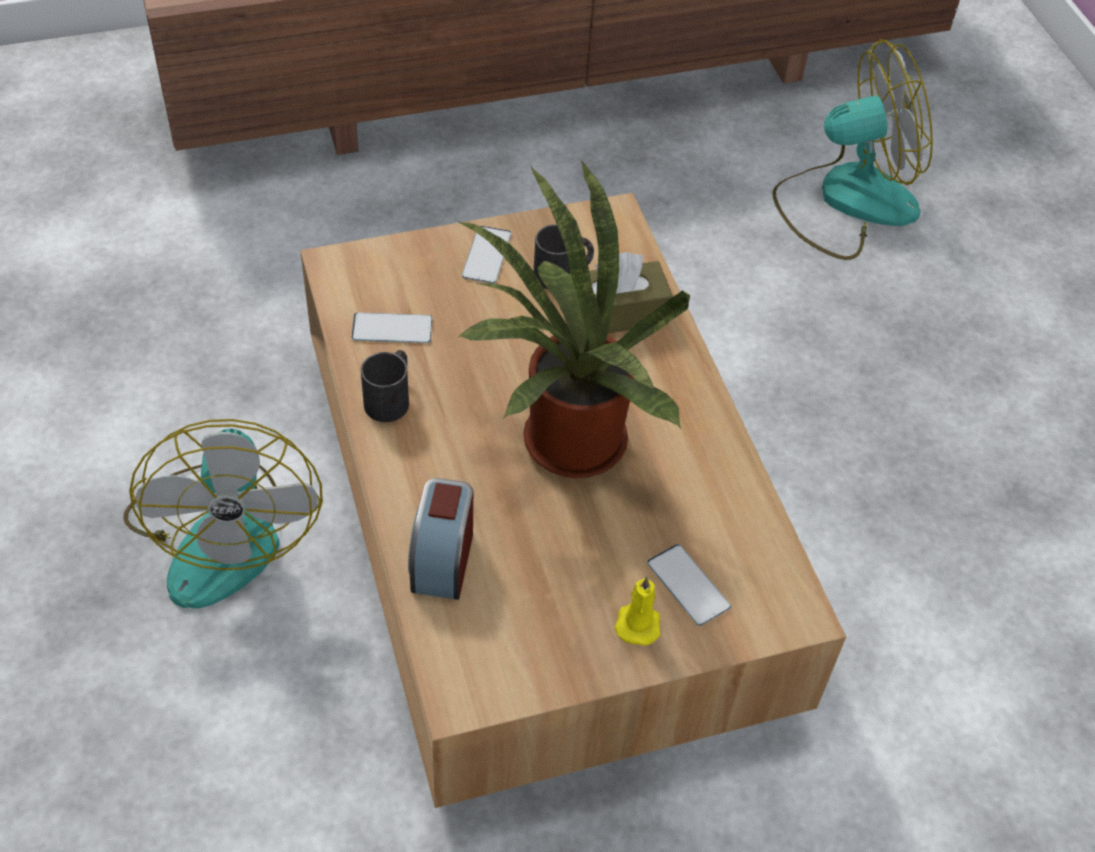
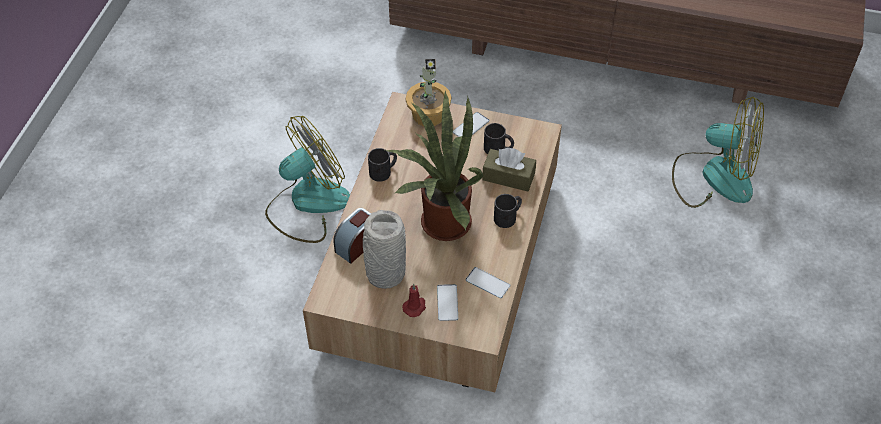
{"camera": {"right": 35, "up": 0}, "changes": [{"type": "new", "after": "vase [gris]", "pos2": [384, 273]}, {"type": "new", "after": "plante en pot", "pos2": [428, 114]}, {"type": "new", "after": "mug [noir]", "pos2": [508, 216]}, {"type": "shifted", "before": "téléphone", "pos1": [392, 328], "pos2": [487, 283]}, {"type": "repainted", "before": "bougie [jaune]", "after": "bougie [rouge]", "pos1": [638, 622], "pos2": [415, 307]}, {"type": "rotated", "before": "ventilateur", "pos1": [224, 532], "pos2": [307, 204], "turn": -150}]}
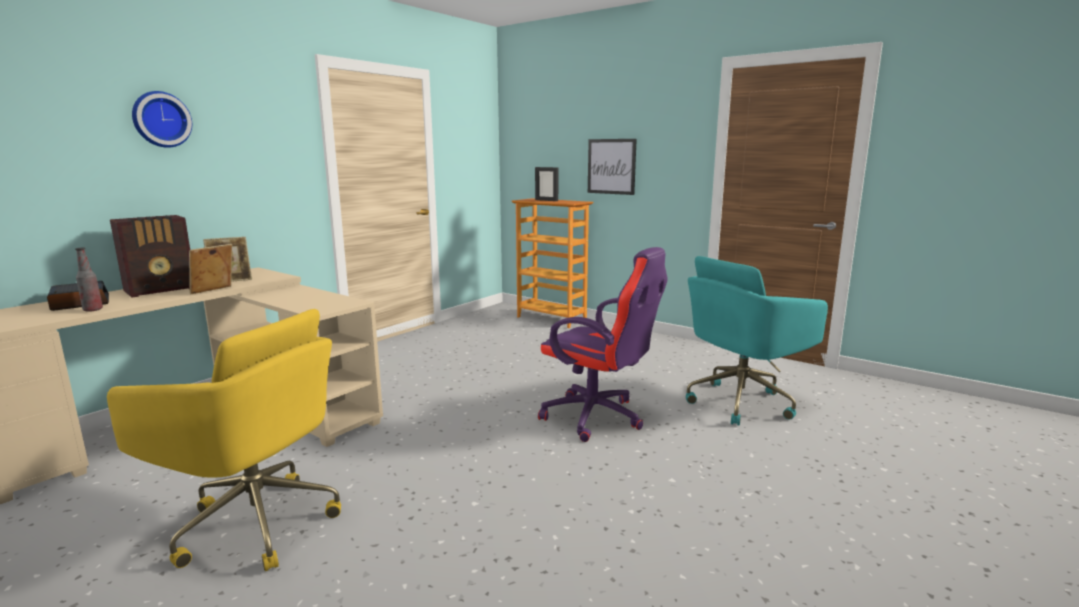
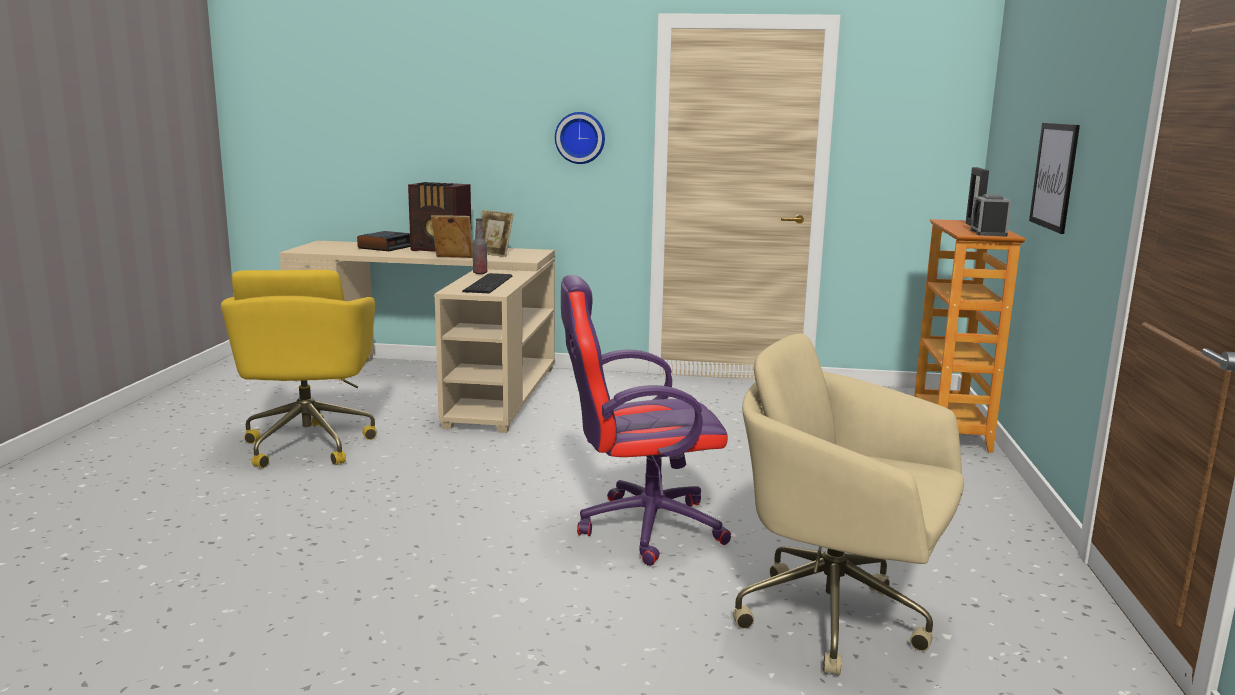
{"camera": {"right": 60, "up": 0}, "changes": [{"type": "new", "after": "clavier", "pos2": [490, 283]}, {"type": "new", "after": "réveil", "pos2": [988, 233]}, {"type": "shifted", "before": "bouteille", "pos1": [93, 310], "pos2": [480, 273]}, {"type": "shifted", "before": "horloge murale", "pos1": [161, 119], "pos2": [580, 138]}, {"type": "repainted", "before": "chaise de bureau [turquoise]", "after": "chaise de bureau [beige]", "pos1": [743, 402], "pos2": [839, 623]}, {"type": "rotated", "before": "chaise de bureau [violet]", "pos1": [599, 419], "pos2": [639, 528], "turn": 75}]}
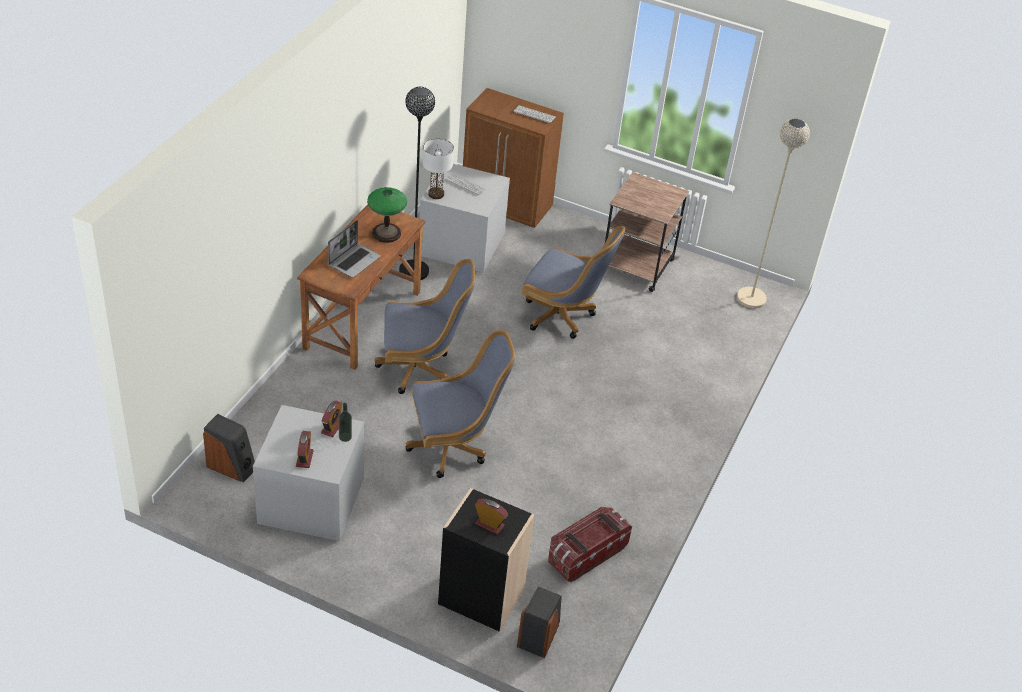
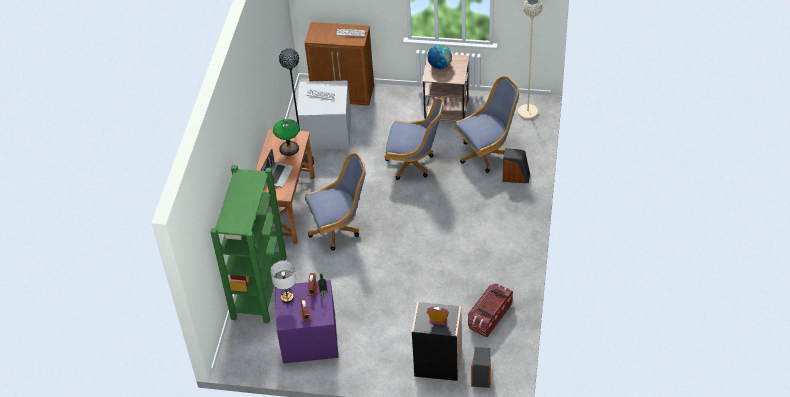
{"camera": {"right": -10, "up": 5}, "changes": [{"type": "new", "after": "bibliothèque [vert]", "pos2": [259, 287]}, {"type": "new", "after": "globe", "pos2": [439, 65]}, {"type": "shifted", "before": "enceinte", "pos1": [231, 466], "pos2": [516, 177]}, {"type": "shifted", "before": "chaise de bureau [bleu]", "pos1": [454, 447], "pos2": [486, 153]}, {"type": "shifted", "before": "lampe de table", "pos1": [436, 194], "pos2": [287, 298]}, {"type": "repainted", "before": "boîte de rangement [gris]", "after": "boîte de rangement [violet]", "pos1": [310, 499], "pos2": [308, 337]}]}
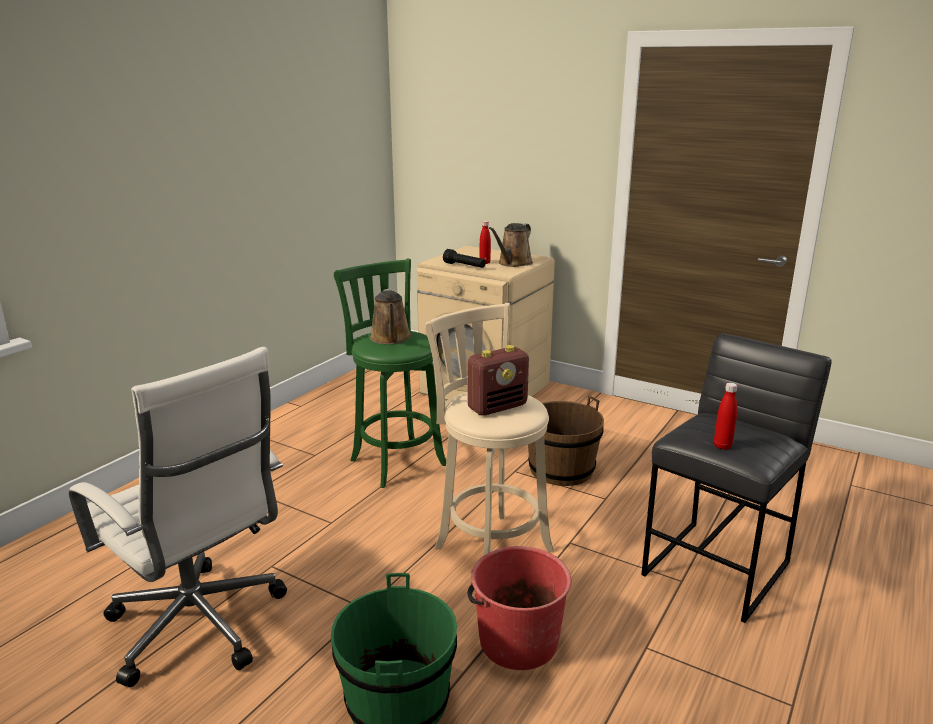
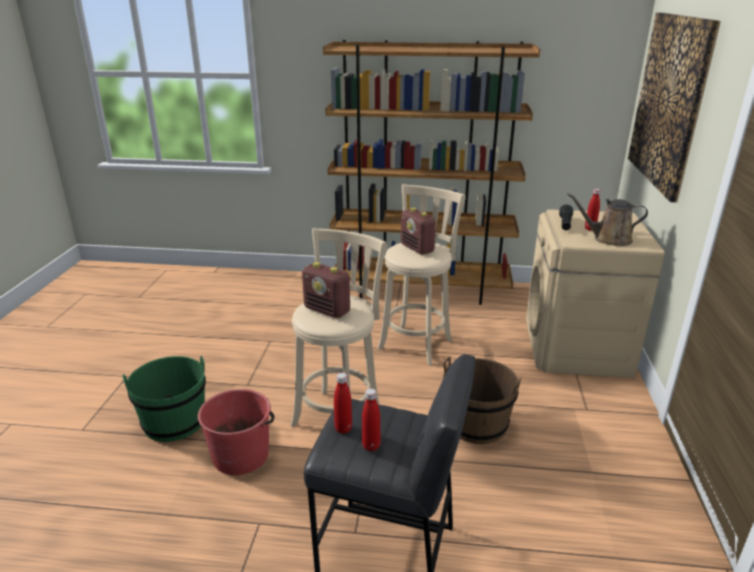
{"camera": {"right": 65, "up": 5}, "changes": [{"type": "gone", "before": "chaise de bureau [blanc]", "pos1": [201, 628]}, {"type": "new", "after": "bibliothèque [marron]", "pos2": [421, 290]}, {"type": "new", "after": "bouteille [rouge]", "pos2": [371, 446]}, {"type": "new", "after": "tableau", "pos2": [669, 102]}, {"type": "swapped", "before": "arrosoir [marron]", "after": "radio", "pos1": [391, 339], "pos2": [417, 249]}, {"type": "repainted", "before": "tabouret [vert]", "after": "tabouret [beige]", "pos1": [396, 460], "pos2": [417, 343]}]}
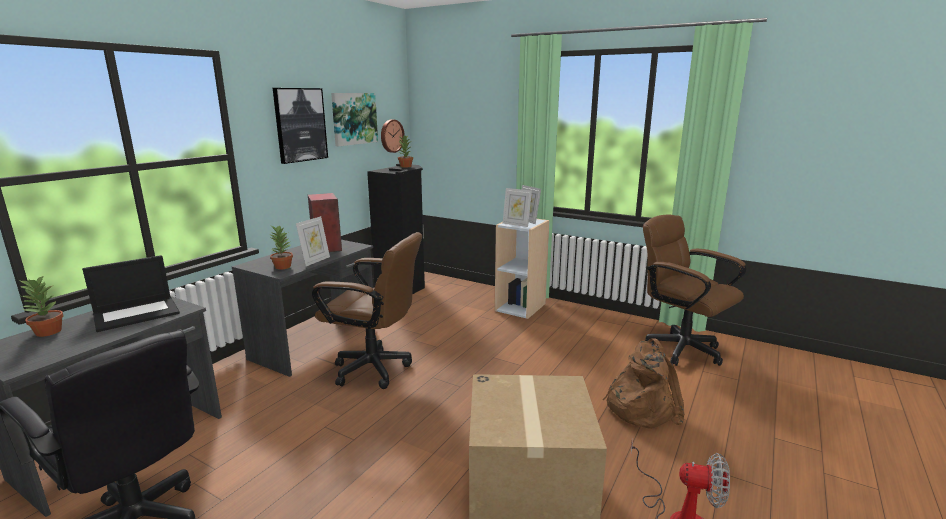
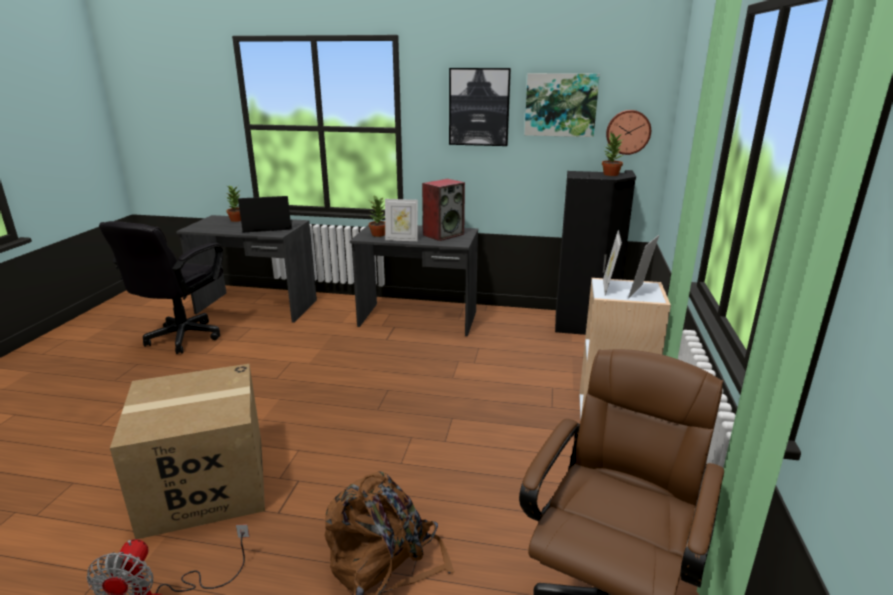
{"camera": {"right": 70, "up": 5}, "changes": [{"type": "gone", "before": "chaise de bureau [marron]", "pos1": [376, 370]}, {"type": "rotated", "before": "ordinateur portable", "pos1": [137, 313], "pos2": [267, 227], "turn": 135}]}
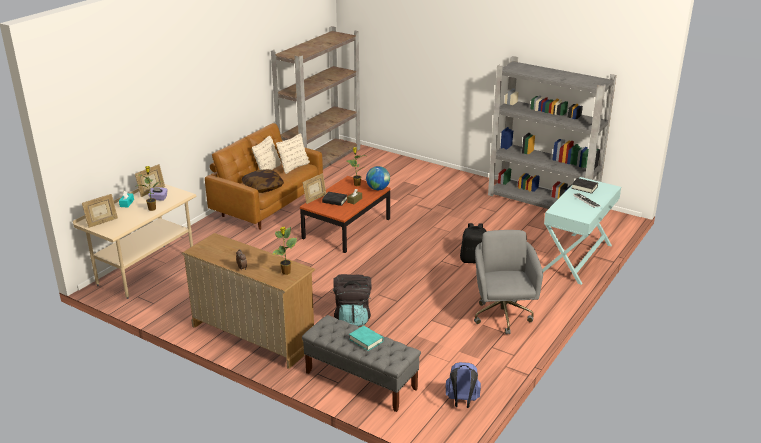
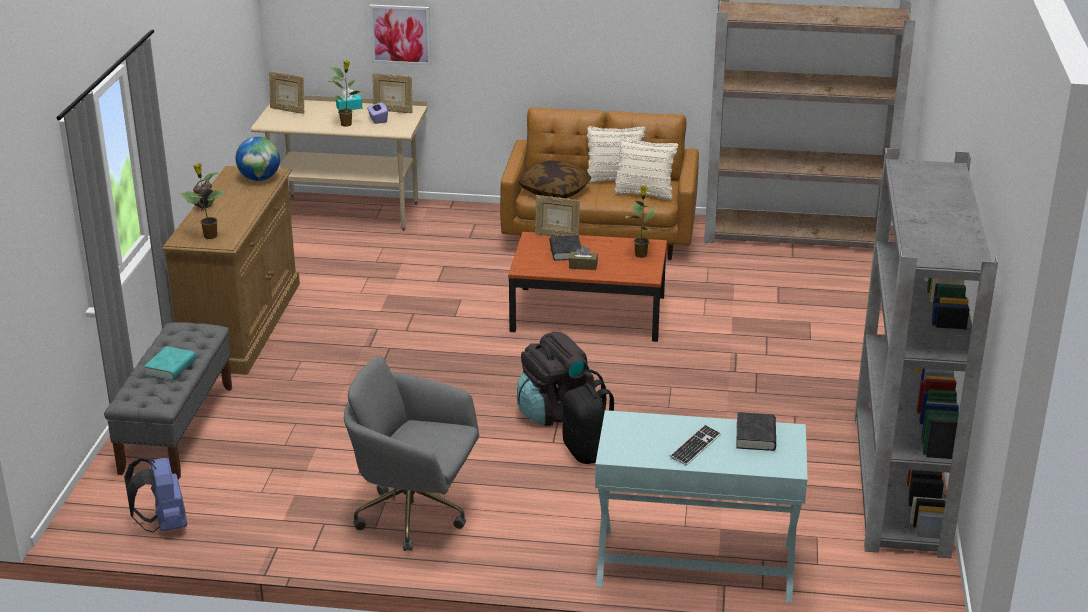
{"camera": {"right": 65, "up": 0}, "changes": [{"type": "new", "after": "tableau", "pos2": [400, 34]}, {"type": "shifted", "before": "sac à dos [noir]", "pos1": [353, 317], "pos2": [556, 411]}, {"type": "shifted", "before": "globe", "pos1": [378, 189], "pos2": [260, 179]}, {"type": "rotated", "before": "chaise de bureau [gris]", "pos1": [502, 318], "pos2": [416, 518], "turn": -135}]}
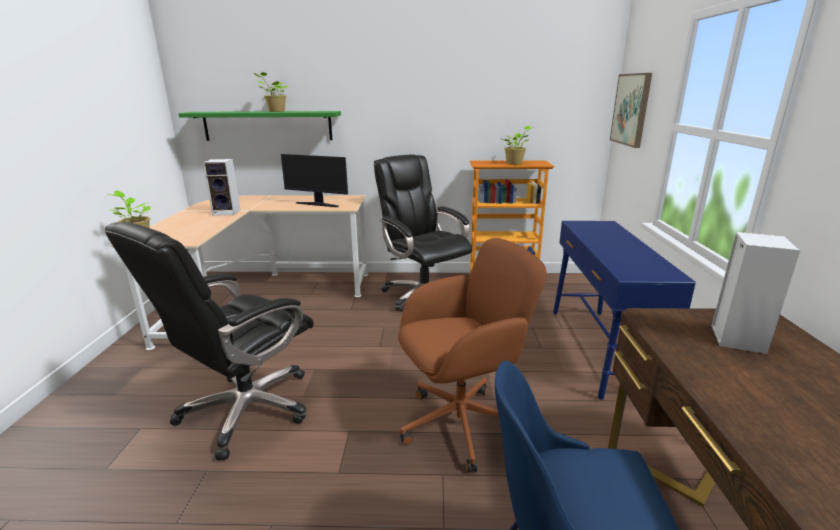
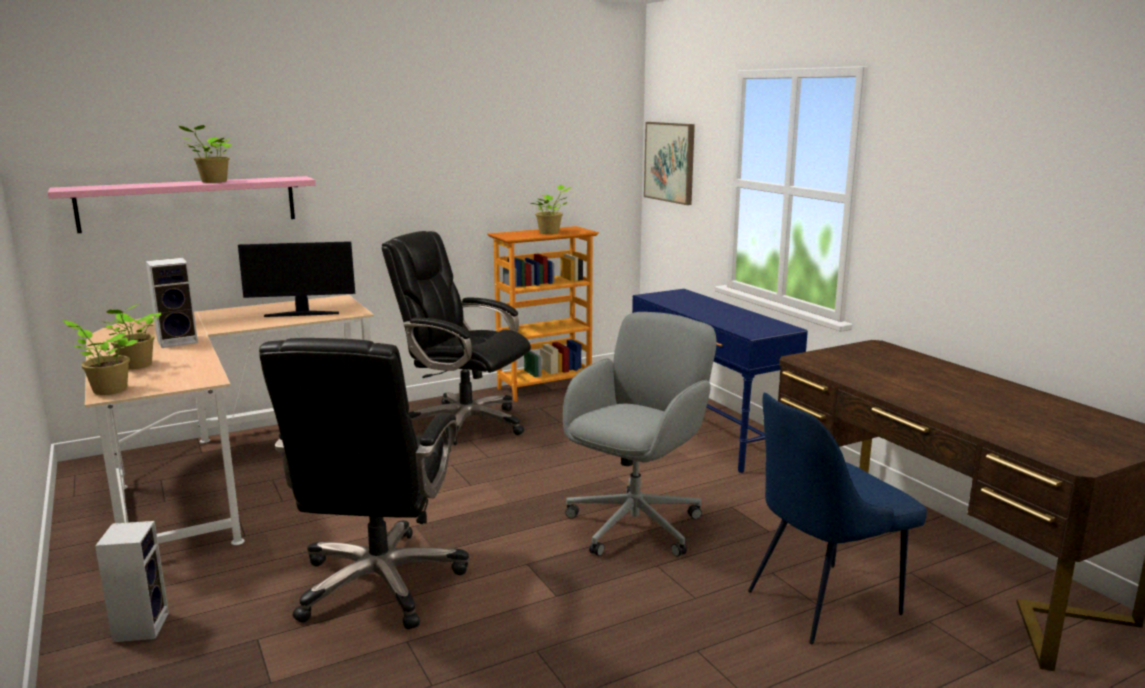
{"camera": {"right": -30, "up": -5}, "changes": [{"type": "new", "after": "plante en pot", "pos2": [135, 366]}, {"type": "shifted", "before": "enceinte", "pos1": [736, 338], "pos2": [140, 626]}, {"type": "repainted", "before": "étagère [vert]", "after": "étagère [rose]", "pos1": [267, 126], "pos2": [189, 203]}, {"type": "repainted", "before": "chaise de bureau [marron]", "after": "chaise de bureau [gris]", "pos1": [461, 424], "pos2": [635, 526]}]}
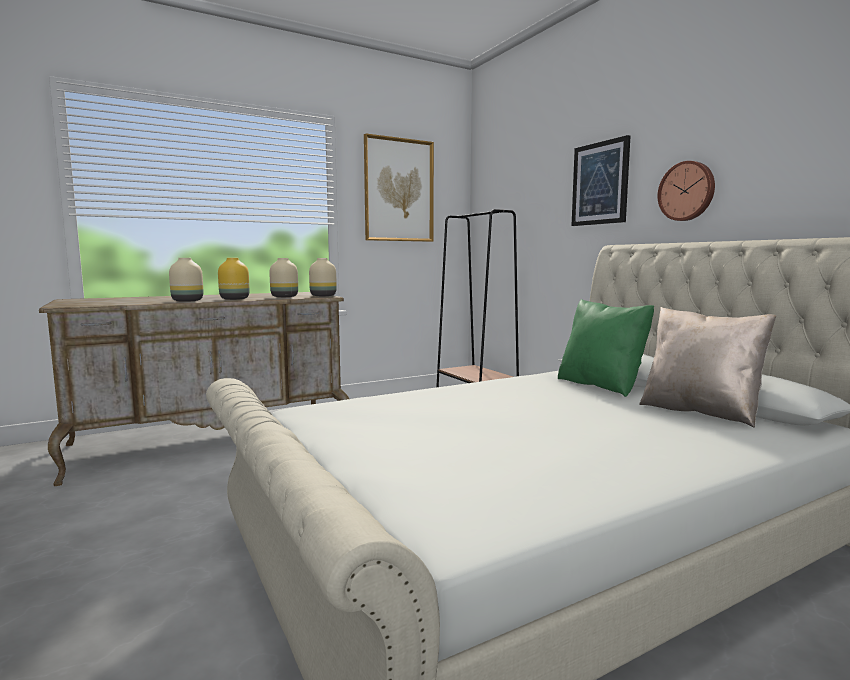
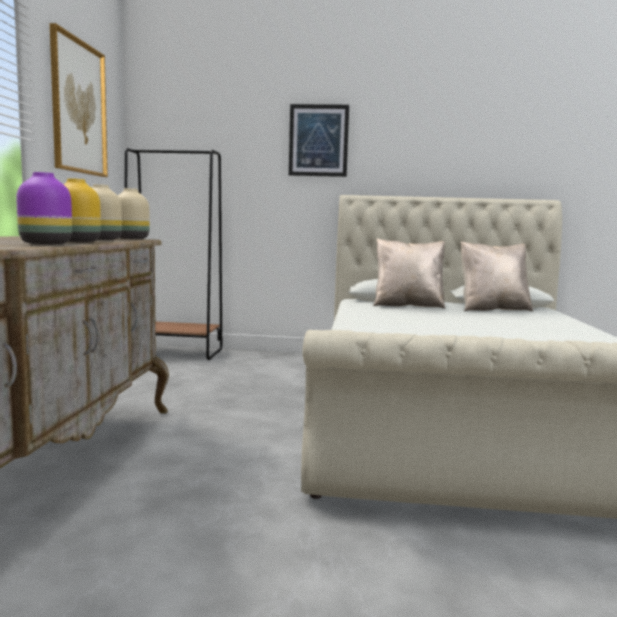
{"camera": {"right": -55, "up": 0}, "changes": [{"type": "gone", "before": "horloge murale", "pos1": [687, 191]}, {"type": "repainted", "before": "vase [beige]", "after": "vase [violet]", "pos1": [187, 301], "pos2": [44, 244]}, {"type": "repainted", "before": "coussin [vert]", "after": "coussin [beige]", "pos1": [601, 386], "pos2": [407, 305]}]}
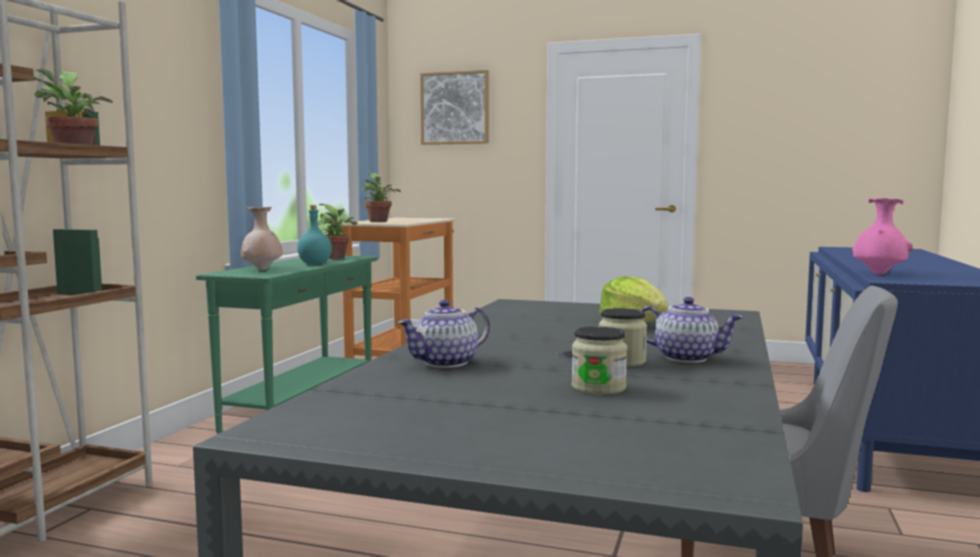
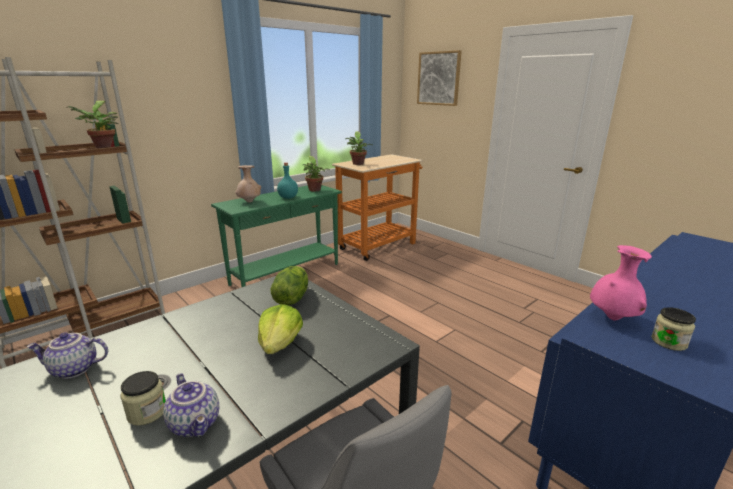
{"camera": {"right": 30, "up": 15}, "changes": [{"type": "new", "after": "laitue", "pos2": [291, 298]}, {"type": "shifted", "before": "bocal", "pos1": [598, 387], "pos2": [669, 342]}]}
